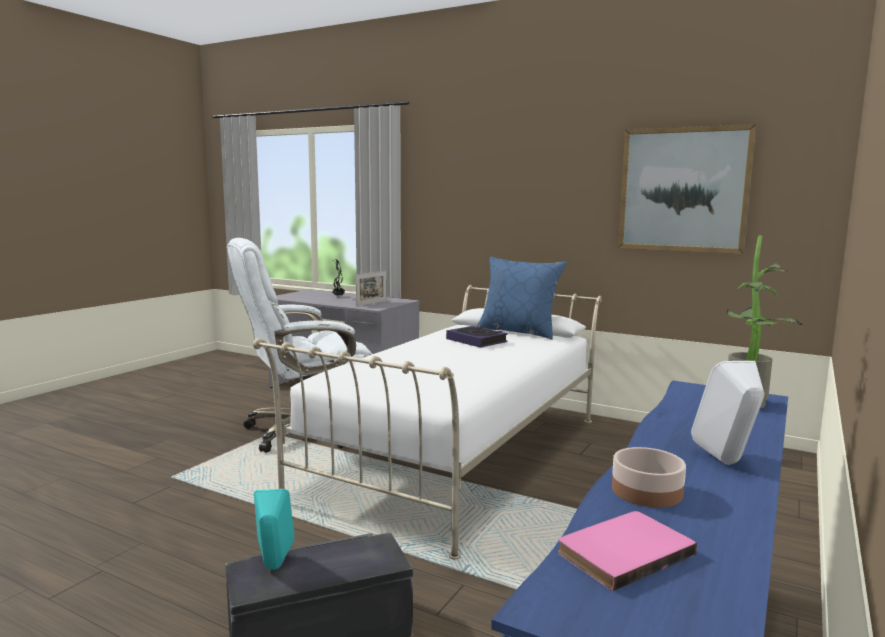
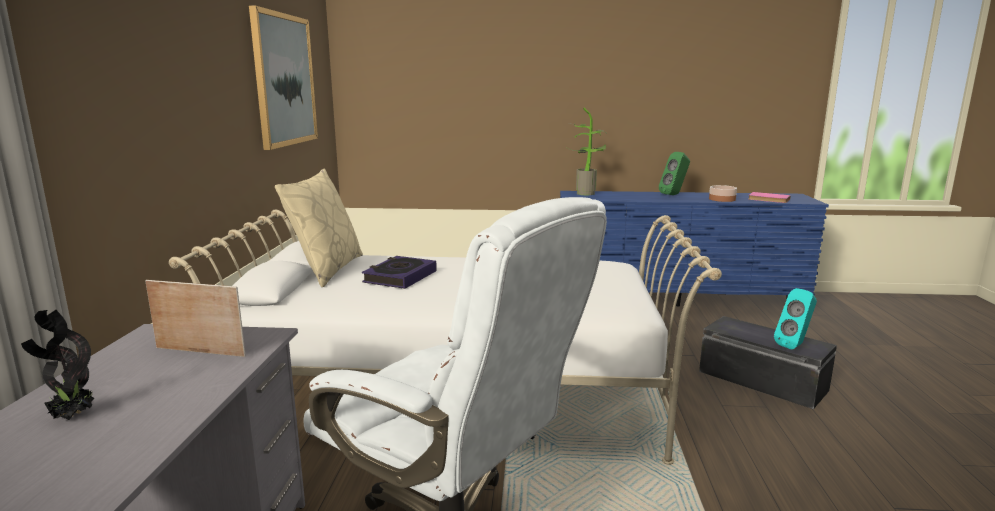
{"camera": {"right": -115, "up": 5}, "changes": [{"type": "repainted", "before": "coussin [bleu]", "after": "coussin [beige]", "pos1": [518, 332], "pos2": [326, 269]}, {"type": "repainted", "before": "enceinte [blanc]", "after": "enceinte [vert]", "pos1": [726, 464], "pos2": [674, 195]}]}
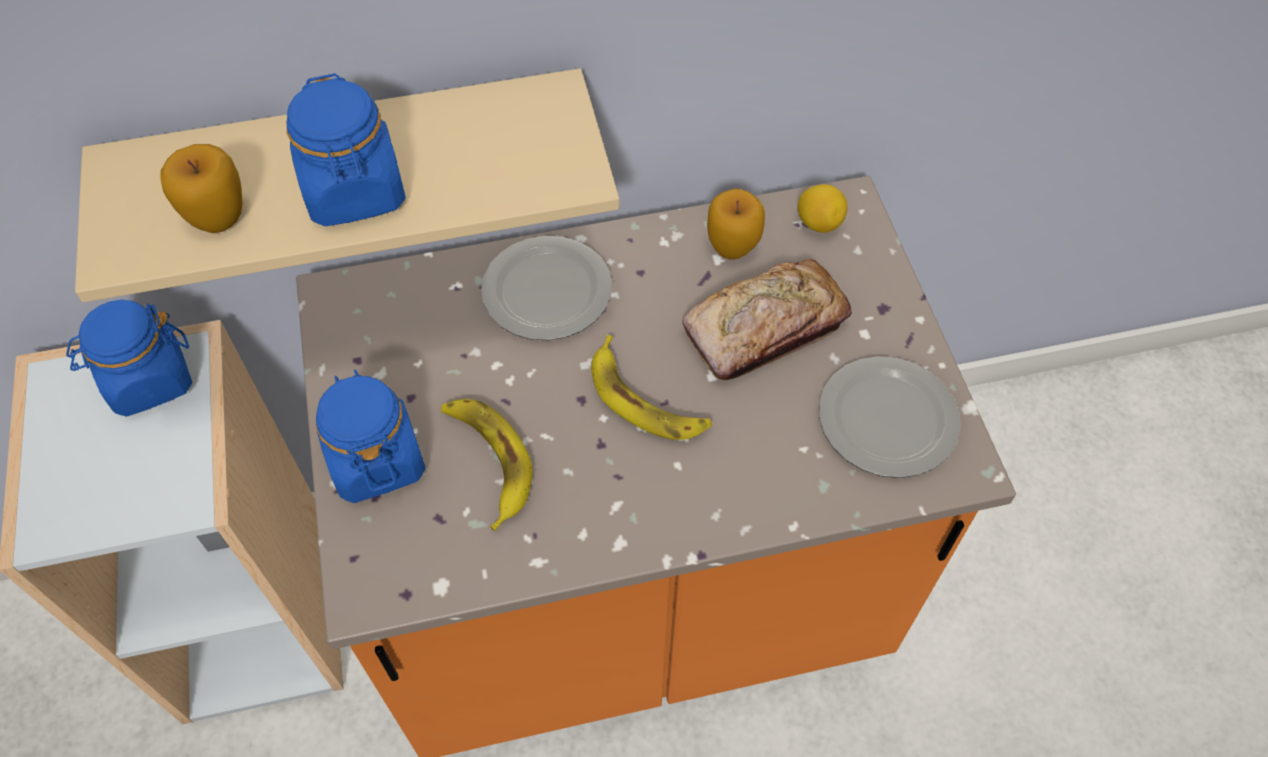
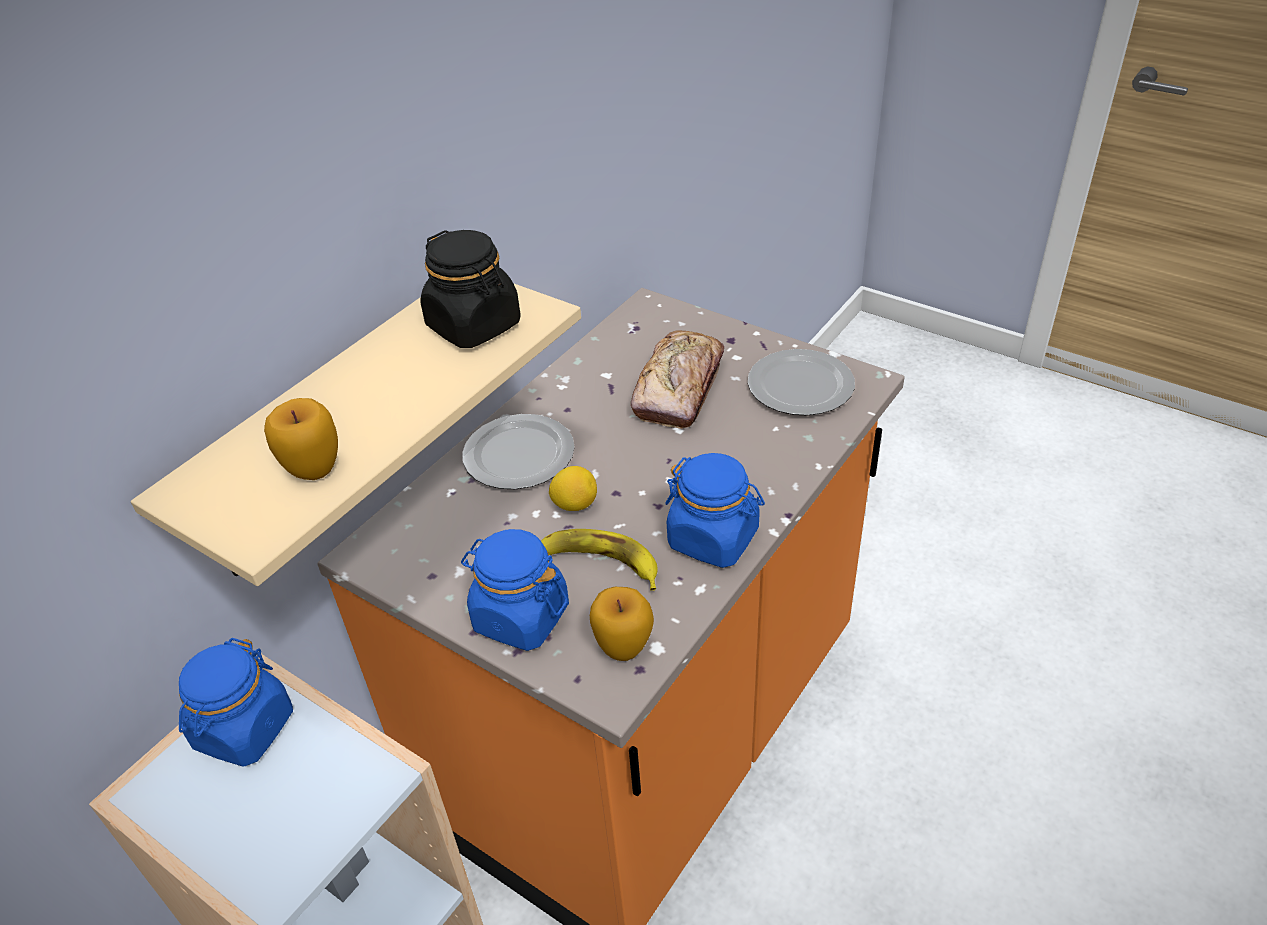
{"camera": {"right": -40, "up": -15}, "changes": [{"type": "gone", "before": "banane", "pos1": [646, 399]}, {"type": "new", "after": "bocal [noir]", "pos2": [474, 326]}, {"type": "shifted", "before": "bocal [bleu]", "pos1": [355, 191], "pos2": [713, 538]}, {"type": "shifted", "before": "pomme", "pos1": [732, 247], "pos2": [623, 647]}, {"type": "shifted", "before": "citron", "pos1": [818, 223], "pos2": [575, 504]}]}
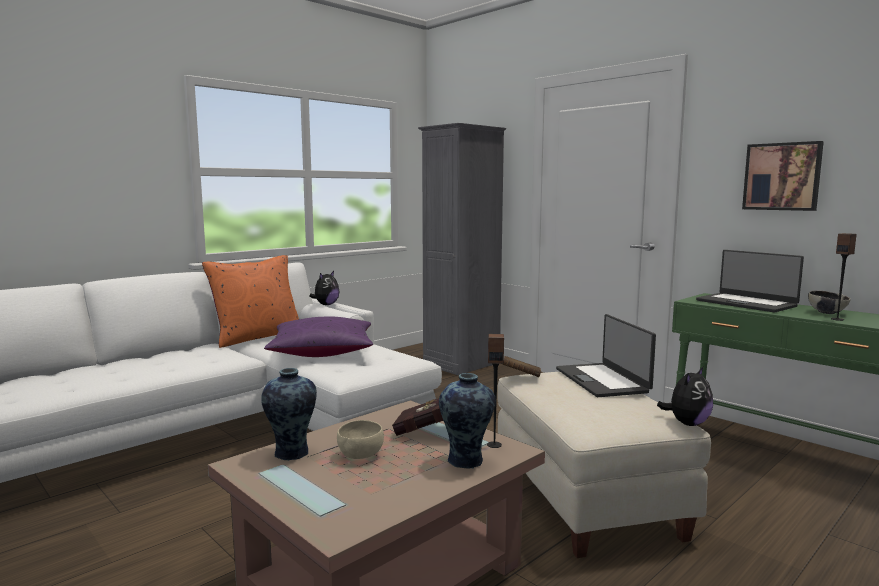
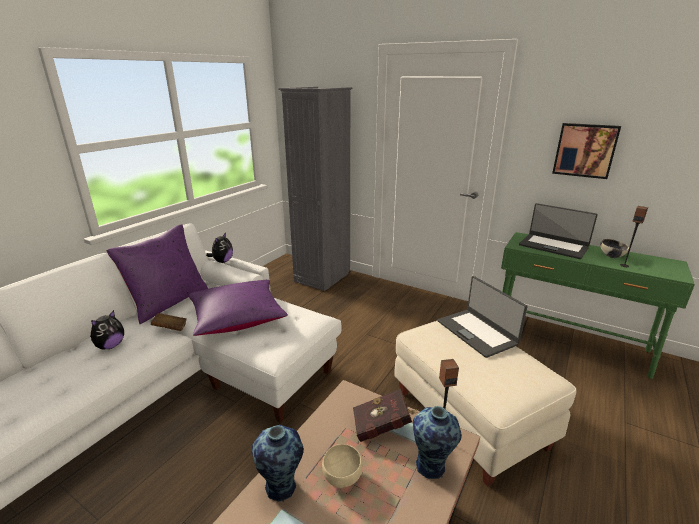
{"camera": {"right": -15, "up": 15}, "changes": [{"type": "shifted", "before": "livre [marron]", "pos1": [521, 377], "pos2": [170, 329]}, {"type": "shifted", "before": "peluche", "pos1": [687, 423], "pos2": [110, 346]}, {"type": "repainted", "before": "coussin [orange]", "after": "coussin [violet]", "pos1": [257, 337], "pos2": [168, 302]}]}
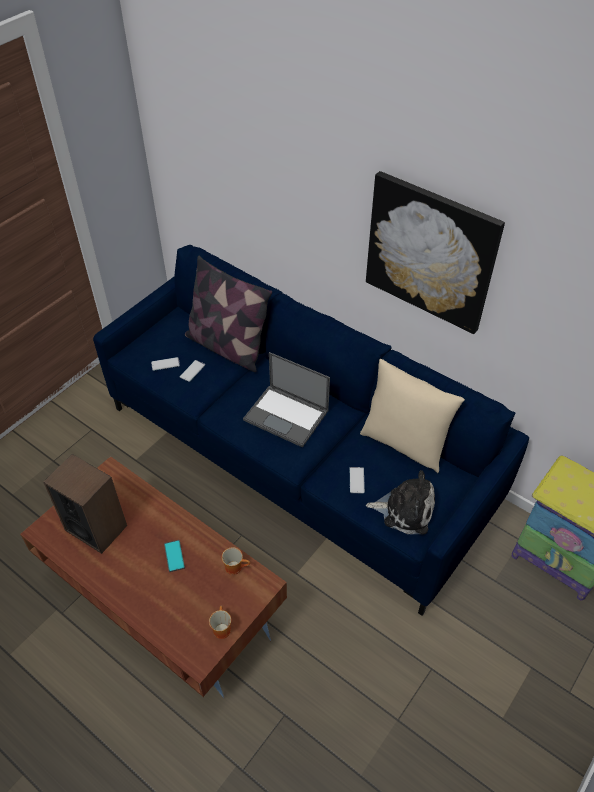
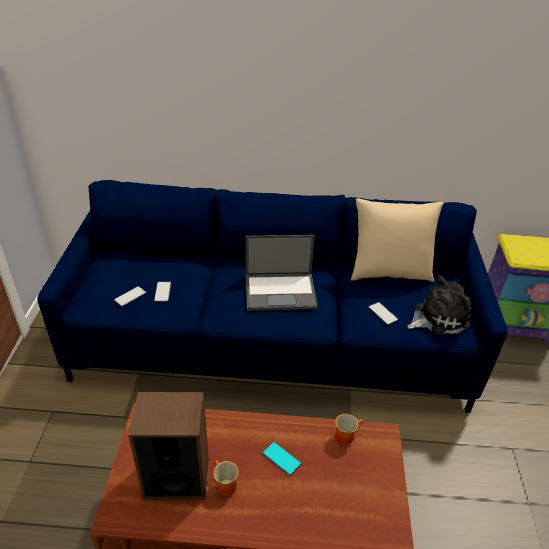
{"camera": {"right": -35, "up": -10}, "changes": [{"type": "gone", "before": "coussin", "pos1": [227, 346]}, {"type": "gone", "before": "tableau", "pos1": [430, 252]}, {"type": "shifted", "before": "mug", "pos1": [220, 628], "pos2": [224, 485]}]}
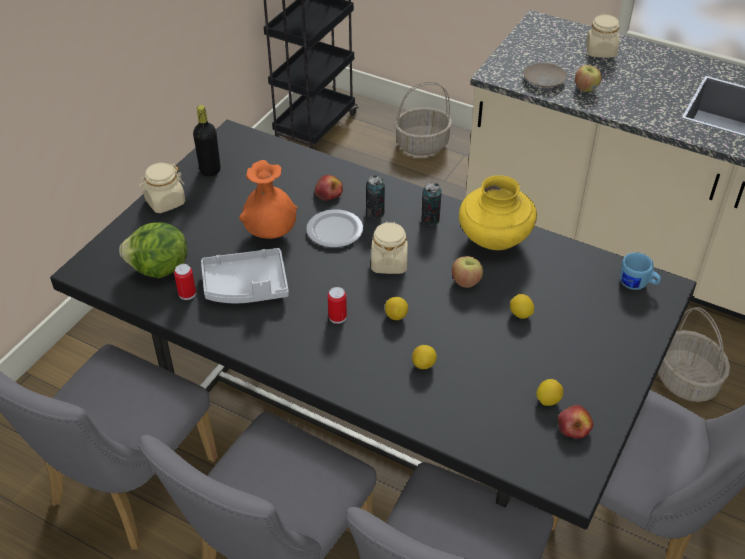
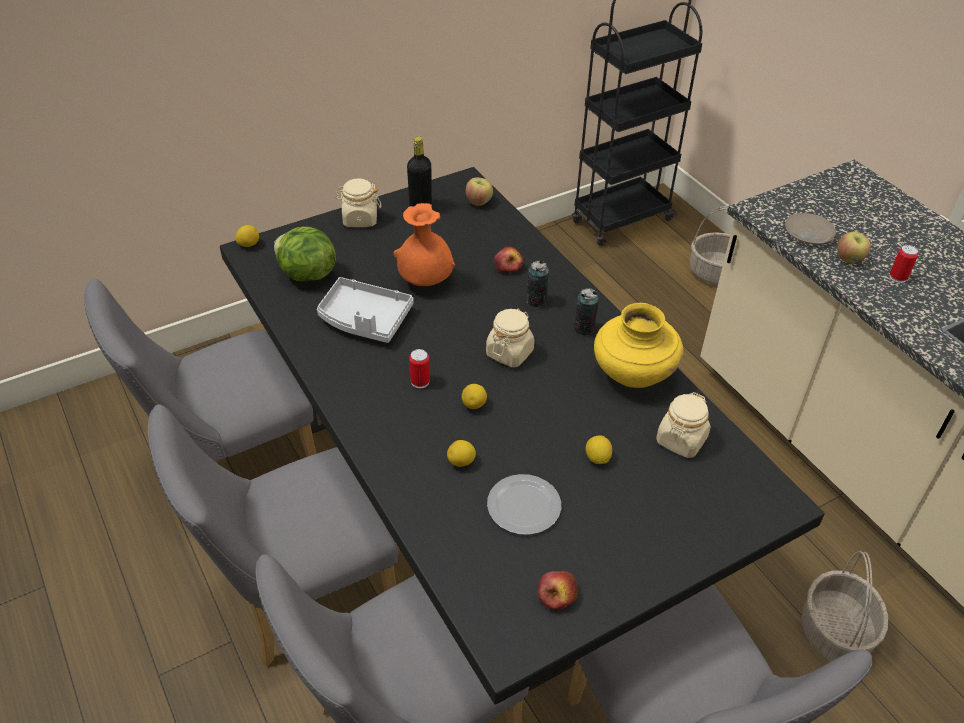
{"camera": {"right": 30, "up": 0}, "changes": [{"type": "gone", "before": "mug [bleu]", "pos1": [637, 284]}, {"type": "shifted", "before": "boîte métallique", "pos1": [187, 294], "pos2": [898, 277]}, {"type": "shifted", "before": "assiette", "pos1": [335, 231], "pos2": [525, 507]}, {"type": "shifted", "before": "pomme", "pos1": [466, 282], "pos2": [479, 202]}, {"type": "shifted", "before": "citron", "pos1": [548, 400], "pos2": [248, 244]}, {"type": "shifted", "before": "bocal [beige]", "pos1": [600, 51], "pos2": [681, 440]}]}
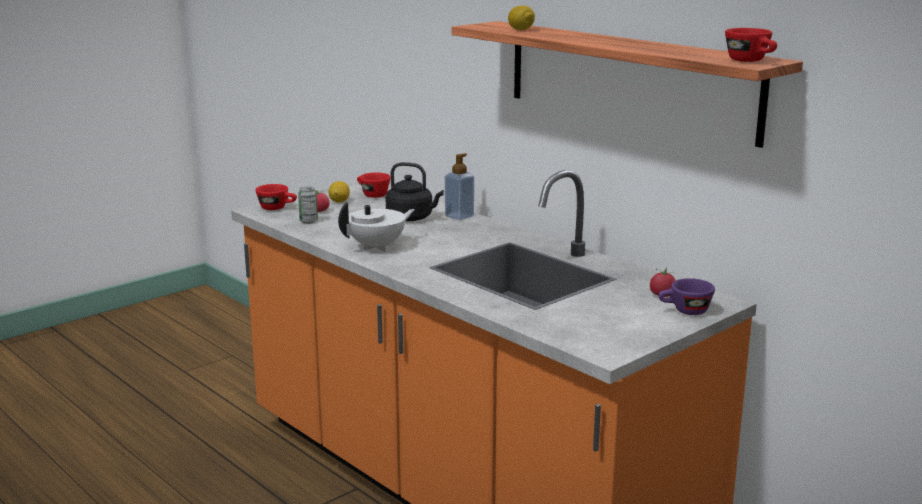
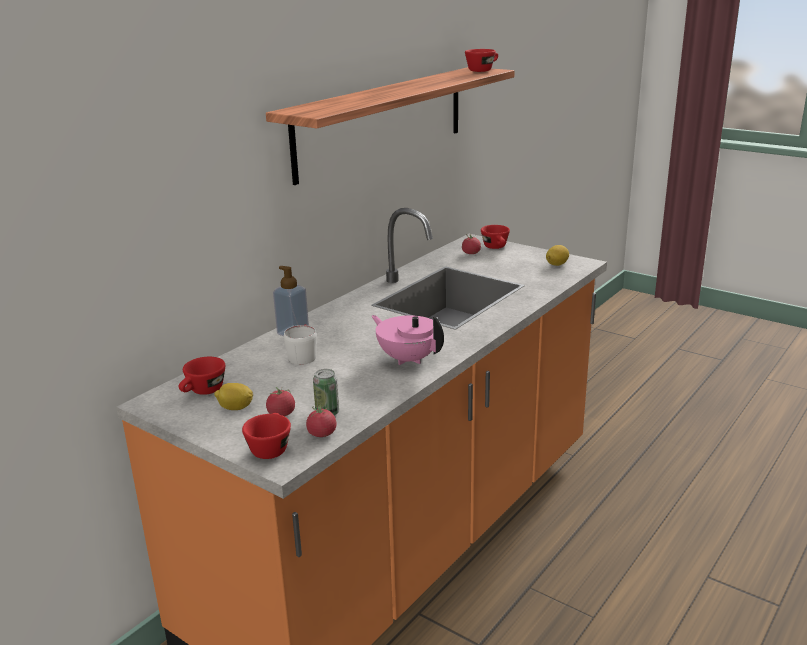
{"camera": {"right": -100, "up": 5}, "changes": [{"type": "new", "after": "tomate", "pos2": [322, 434]}, {"type": "shifted", "before": "citron", "pos1": [521, 29], "pos2": [557, 264]}, {"type": "swapped", "before": "bouilloire [noir]", "after": "mug [blanc]", "pos1": [412, 218], "pos2": [303, 355]}, {"type": "repainted", "before": "théière [blanc]", "after": "théière [rose]", "pos1": [377, 247], "pos2": [408, 358]}, {"type": "repainted", "before": "tasse [violet]", "after": "tasse [rouge]", "pos1": [685, 311], "pos2": [496, 248]}]}
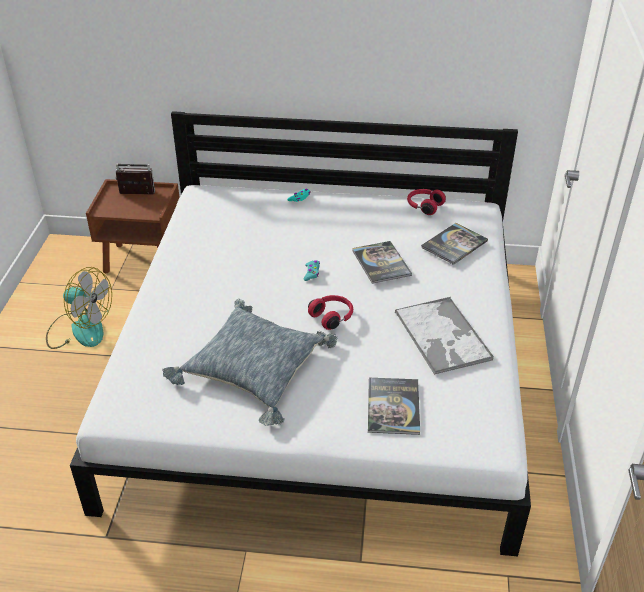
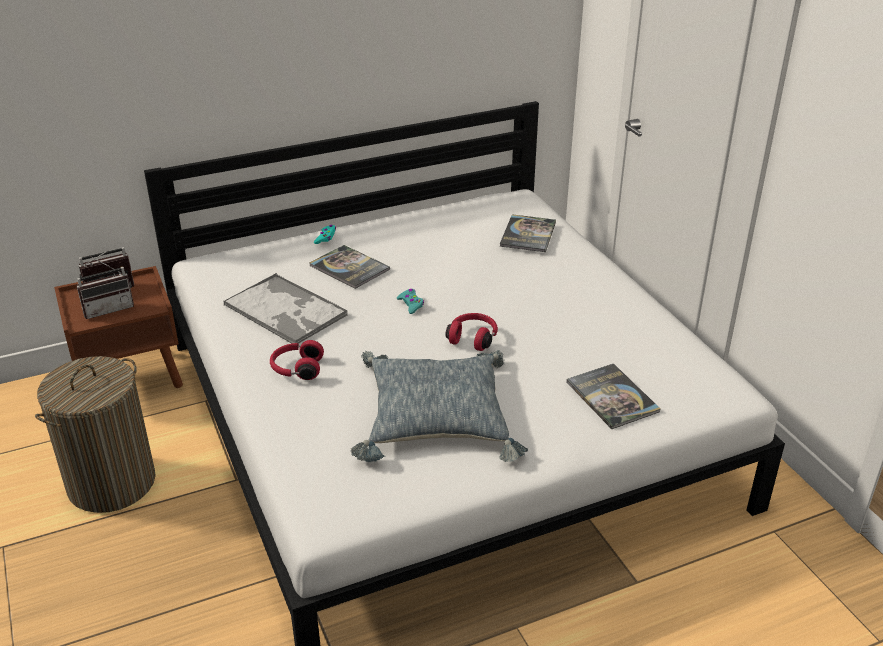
{"camera": {"right": -30, "up": -5}, "changes": [{"type": "new", "after": "radio", "pos2": [108, 308]}, {"type": "shifted", "before": "livre", "pos1": [381, 263], "pos2": [349, 268]}, {"type": "shifted", "before": "plateau", "pos1": [443, 336], "pos2": [286, 310]}, {"type": "shifted", "before": "casque audio [rouge]", "pos1": [424, 206], "pos2": [296, 369]}, {"type": "swapped", "before": "ventilateur", "after": "panier à linge", "pos1": [80, 329], "pos2": [112, 482]}]}
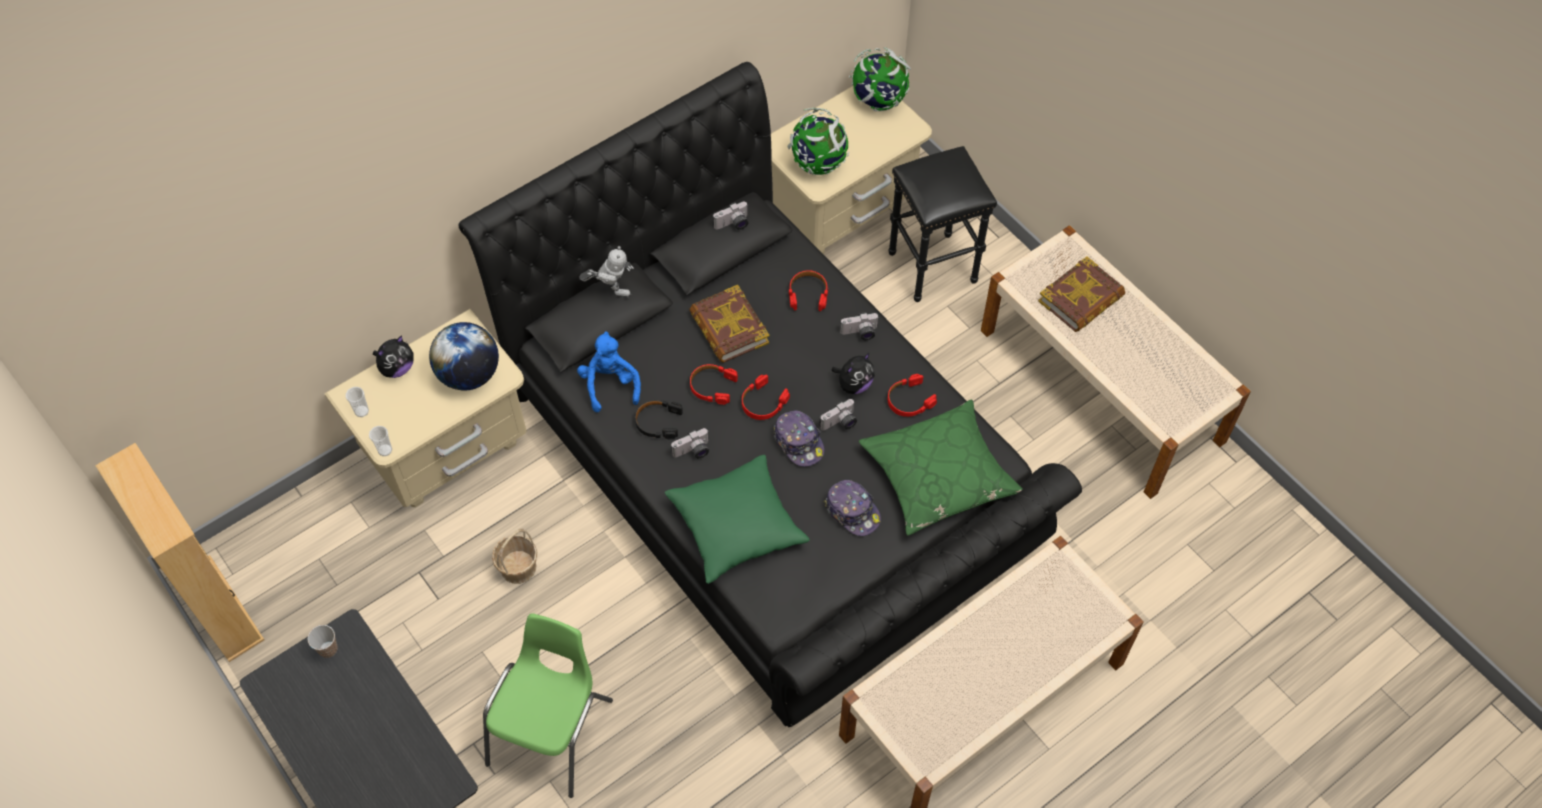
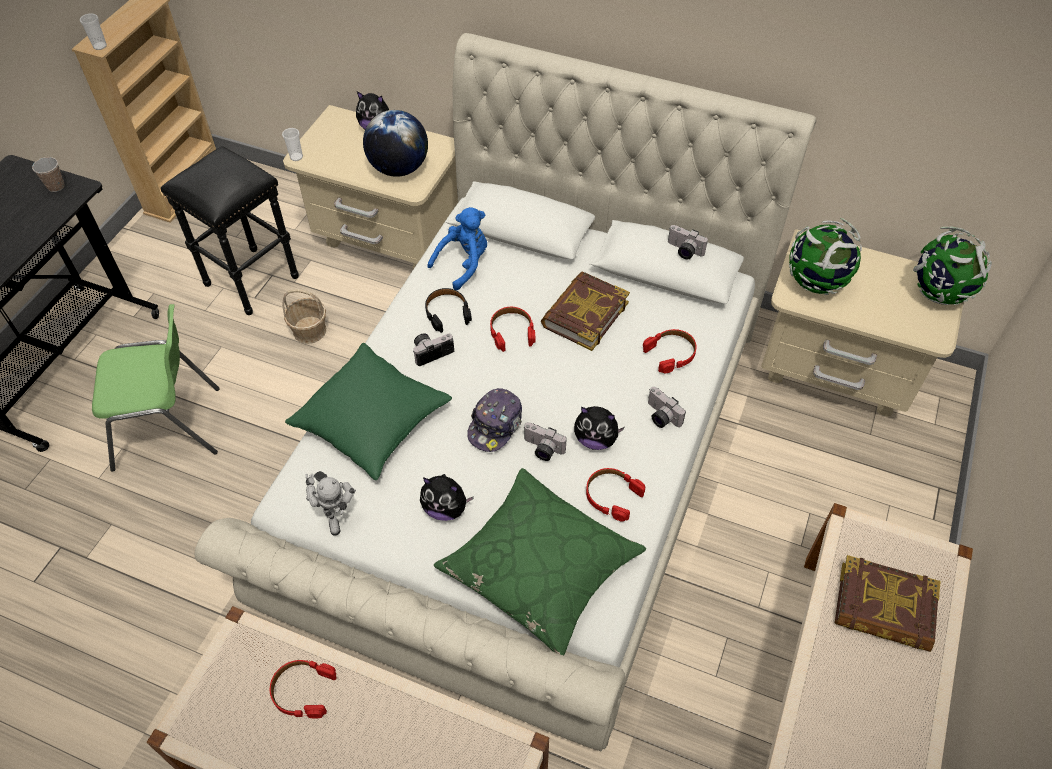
{"camera": {"right": 60, "up": -5}, "changes": [{"type": "shifted", "before": "tasse", "pos1": [361, 411], "pos2": [100, 46]}, {"type": "shifted", "before": "robot jouet", "pos1": [611, 290], "pos2": [335, 513]}, {"type": "shifted", "before": "casque audio [rouge]", "pos1": [763, 403], "pos2": [303, 691]}, {"type": "shifted", "before": "tabouret [noir]", "pos1": [933, 265], "pos2": [254, 280]}, {"type": "swapped", "before": "casquette", "after": "peluche", "pos1": [852, 511], "pos2": [446, 508]}, {"type": "repainted", "before": "lit [noir]", "after": "lit [beige]", "pos1": [770, 459], "pos2": [526, 450]}, {"type": "rotated", "before": "appareil photo", "pos1": [693, 452], "pos2": [431, 351], "turn": 120}]}
